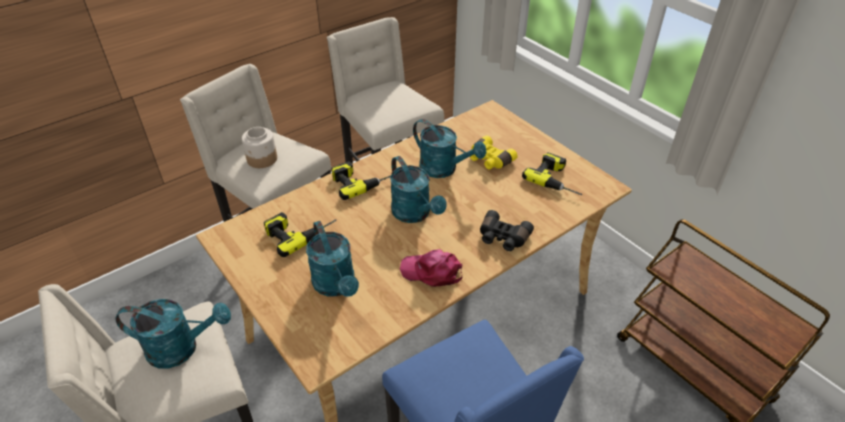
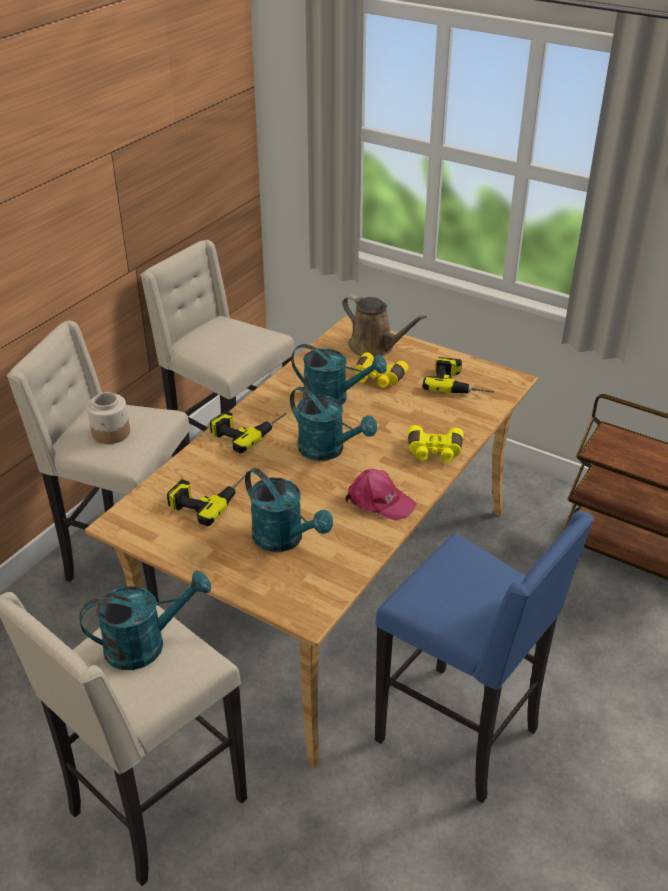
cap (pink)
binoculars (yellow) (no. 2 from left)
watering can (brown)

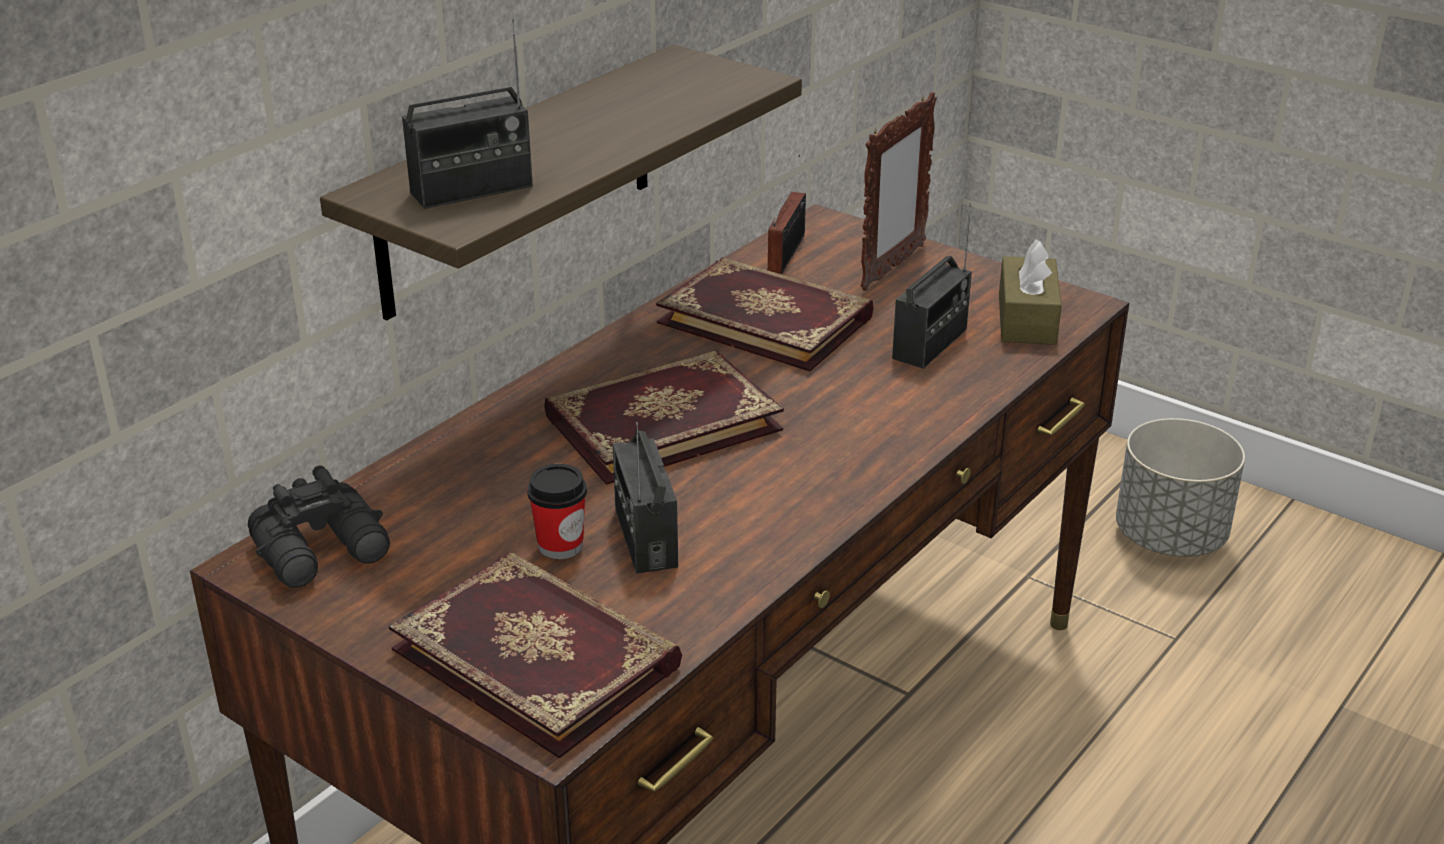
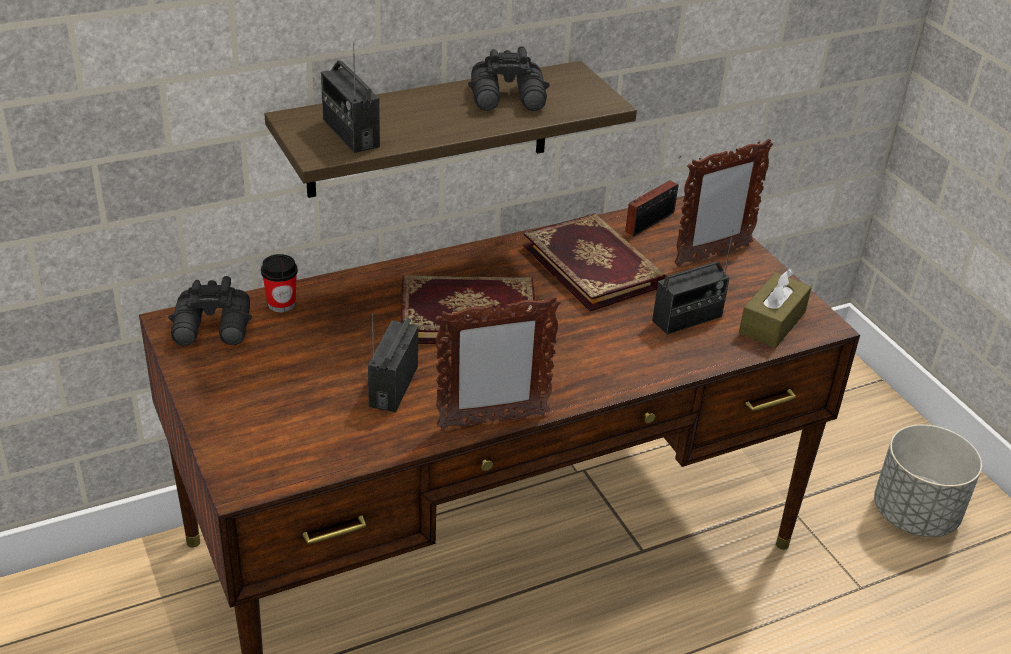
book (no. 1 from left in the first image)
radio (no. 1 from left)
cup
picture frame (no. 1 from left)
binoculars (black) (no. 2 from left)

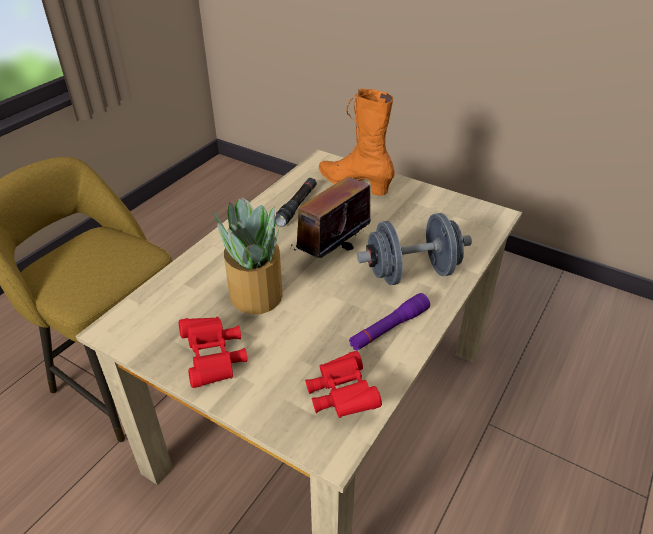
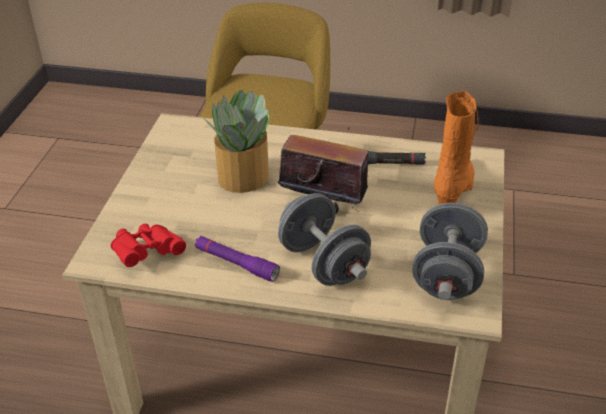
binoculars (red) (no. 1 from left in the first image)
dumbbell (grey) (no. 2 from left)

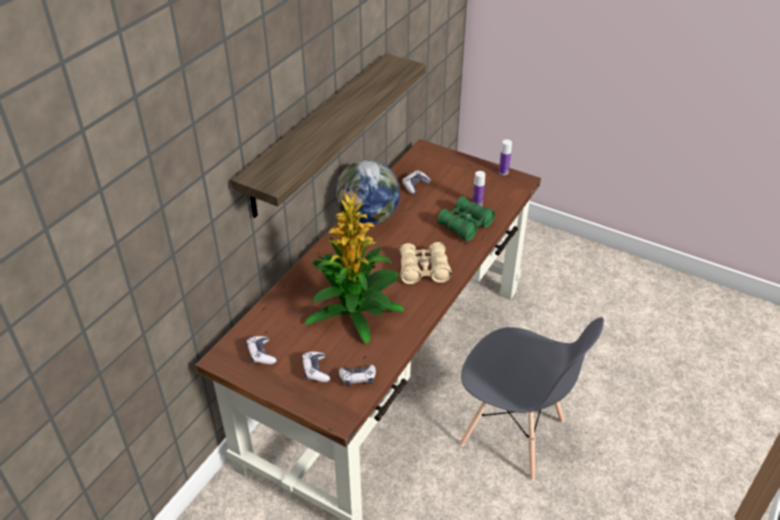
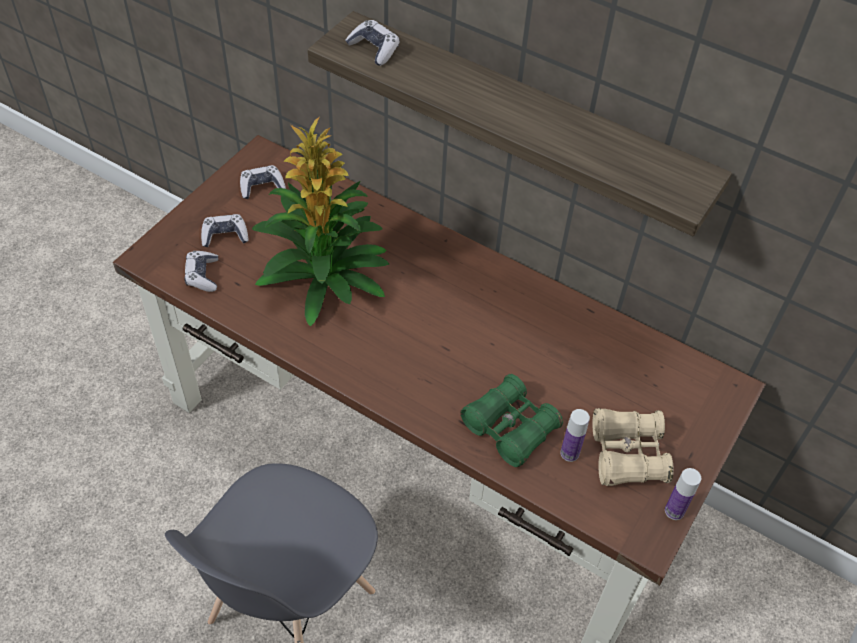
globe
binoculars (beige)
game controller (no. 4 from left)

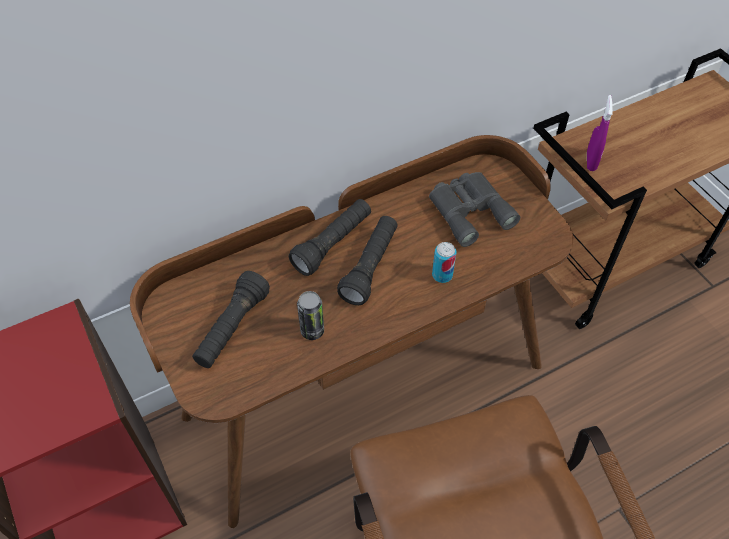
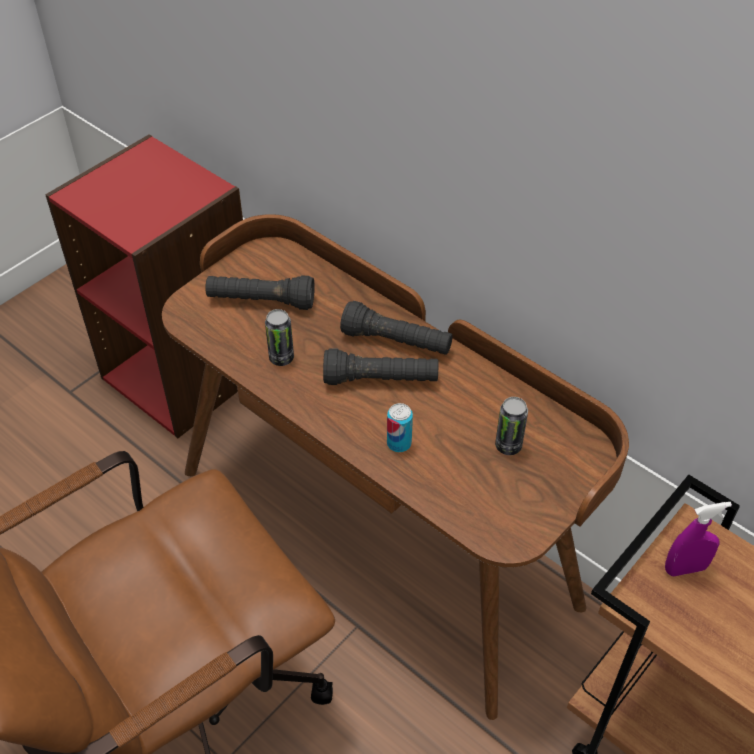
can (no. 3 from left)

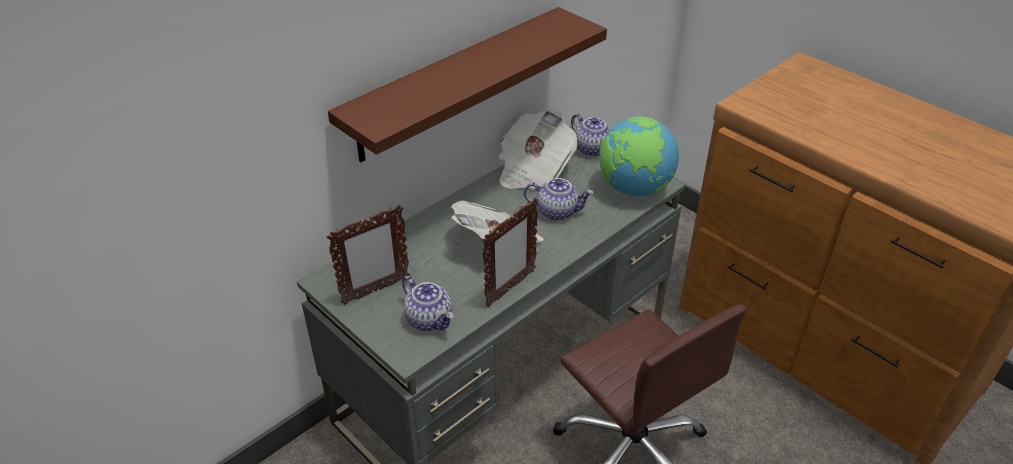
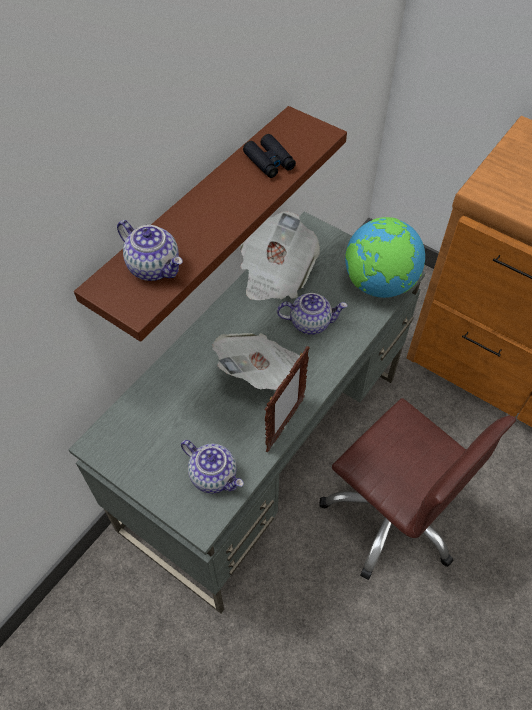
picture frame (no. 1 from left in the first image)
teapot (no. 1 from left)
binoculars (black)

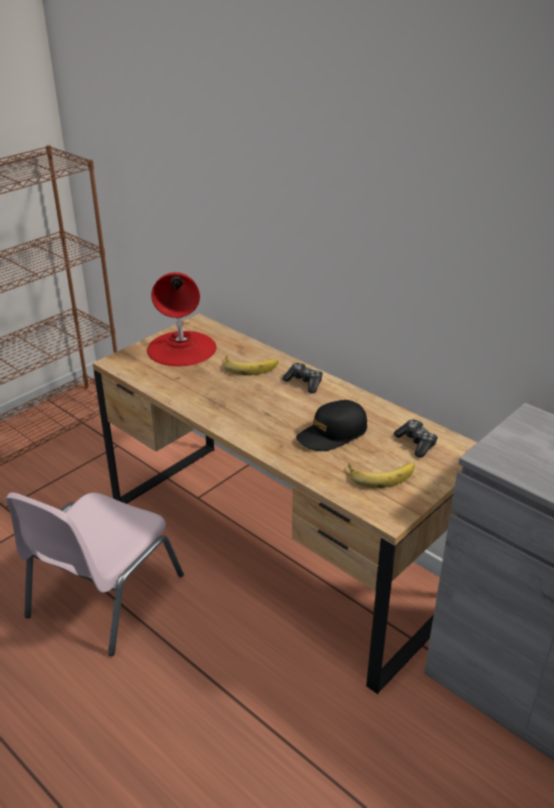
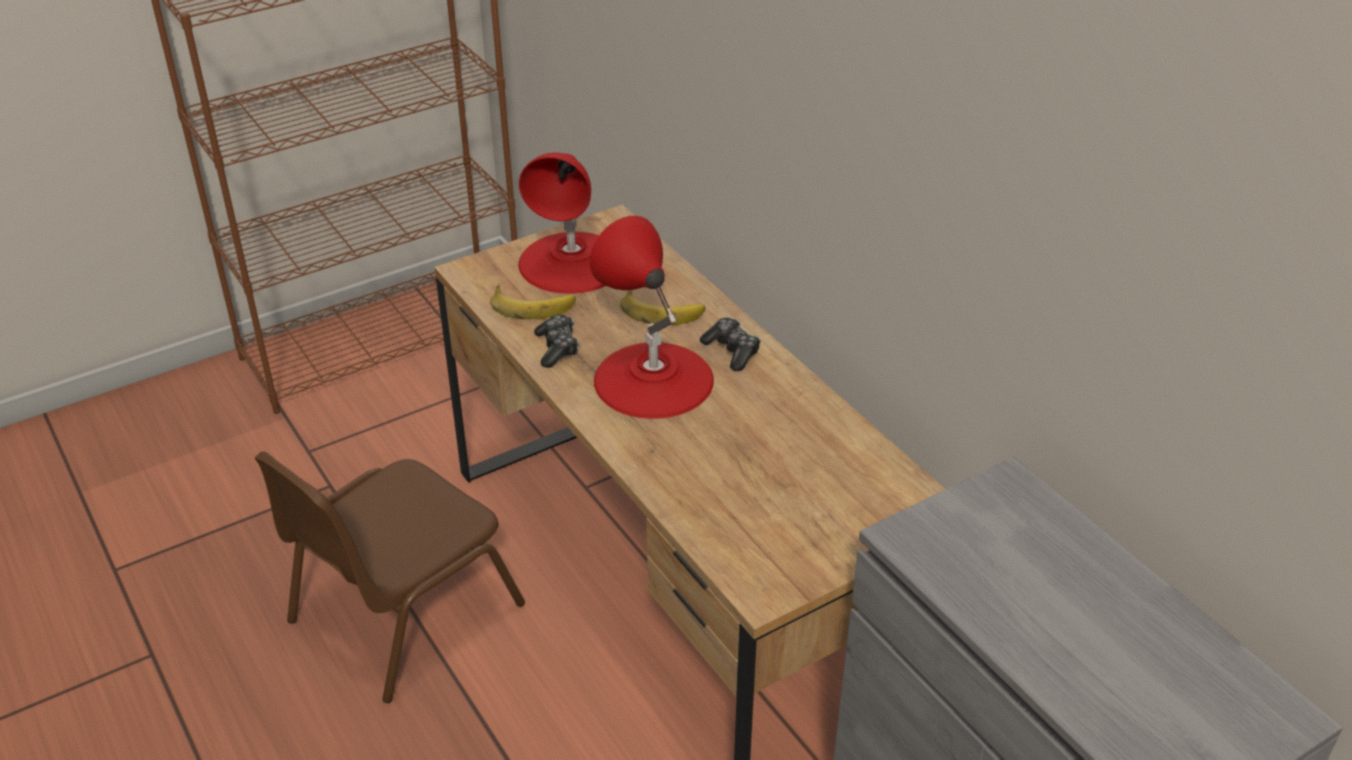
chair (brown)
cap (black)
banana (no. 1 from left)
game controller (no. 1 from left)
table lamp (red) (no. 2 from left)

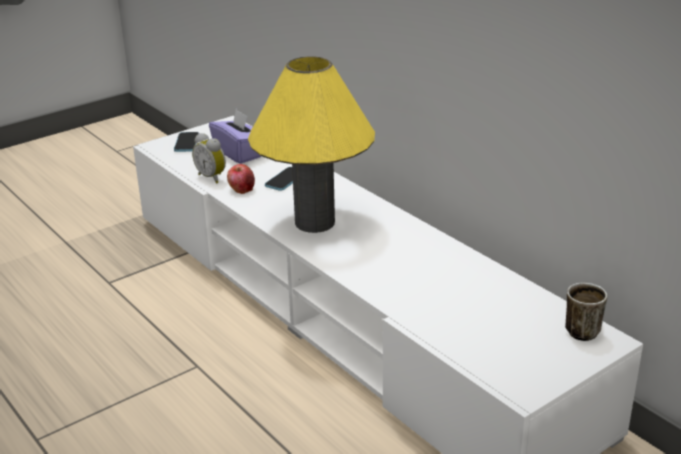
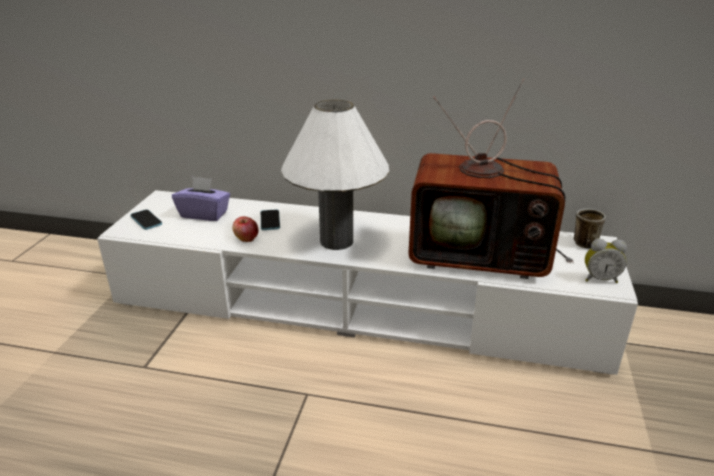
alarm clock
table lamp (white)
television

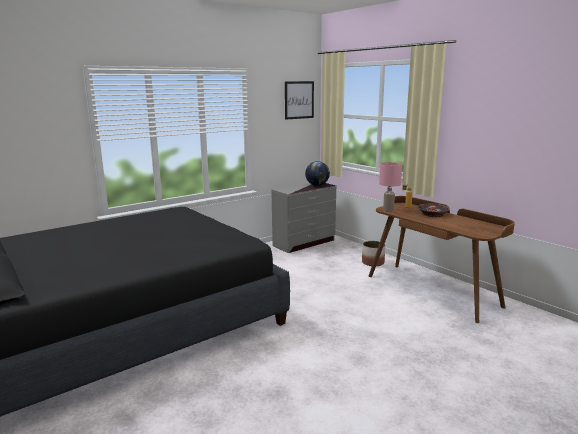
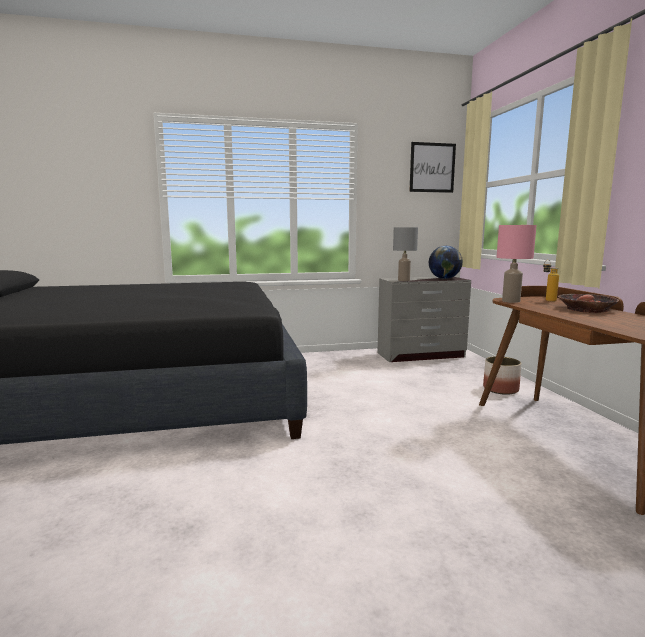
table lamp (grey)

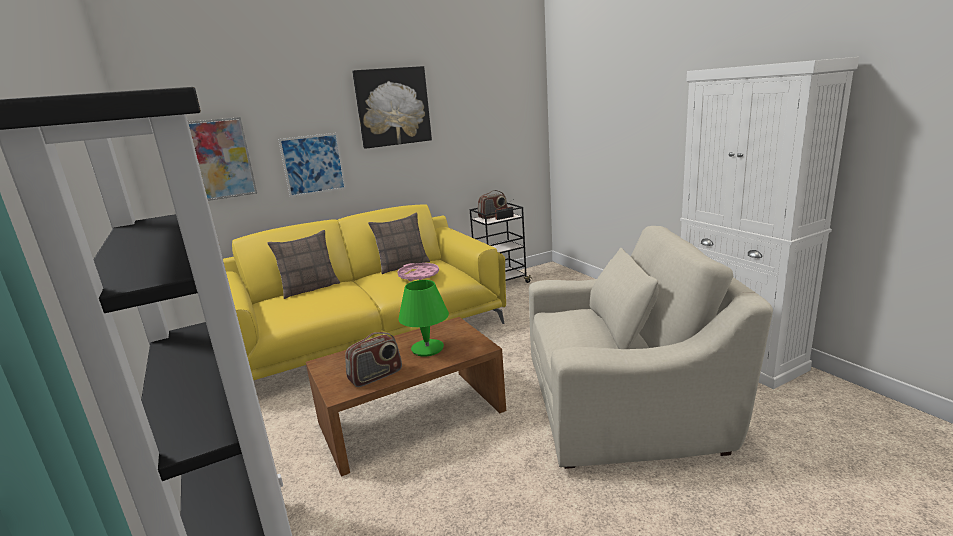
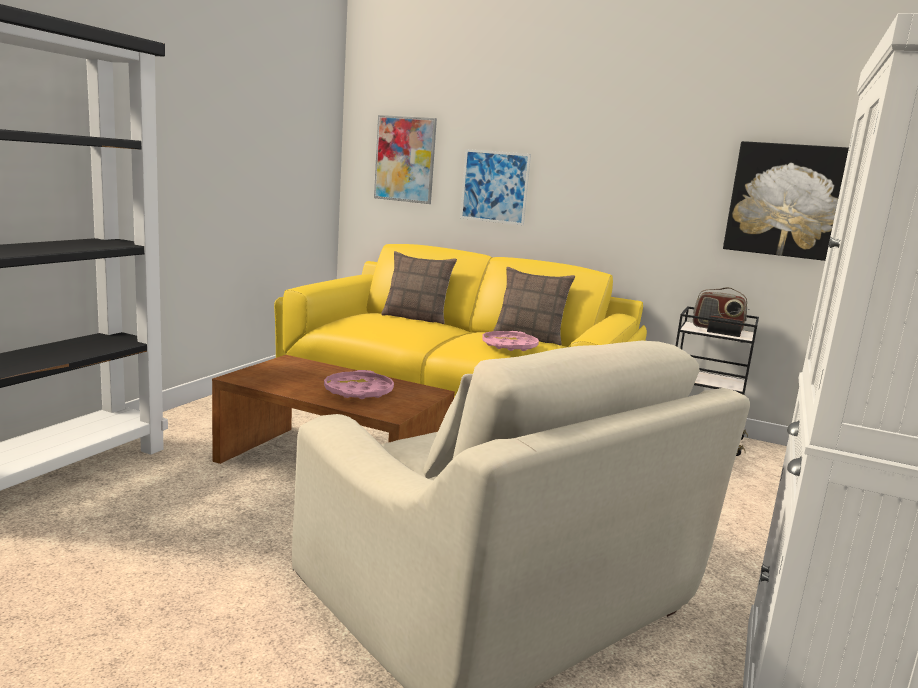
radio (no. 1 from left in the first image)
picture (no. 3 from left)
tray (pink) (no. 1 from left)

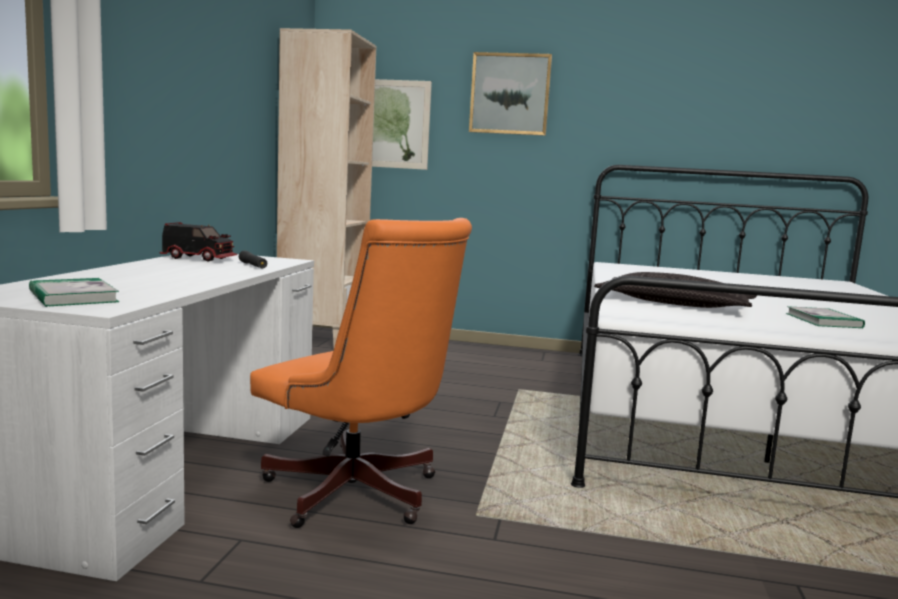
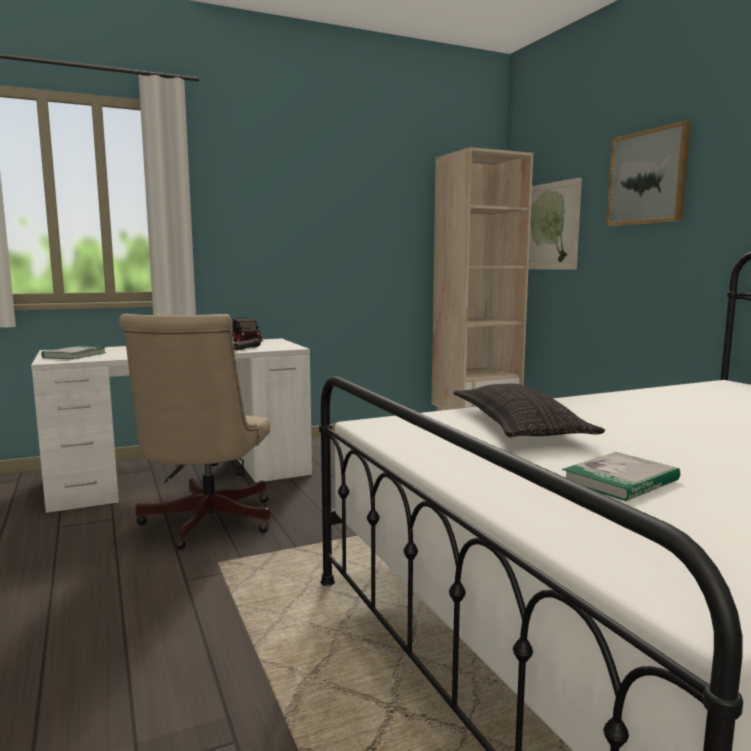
office chair (beige)

